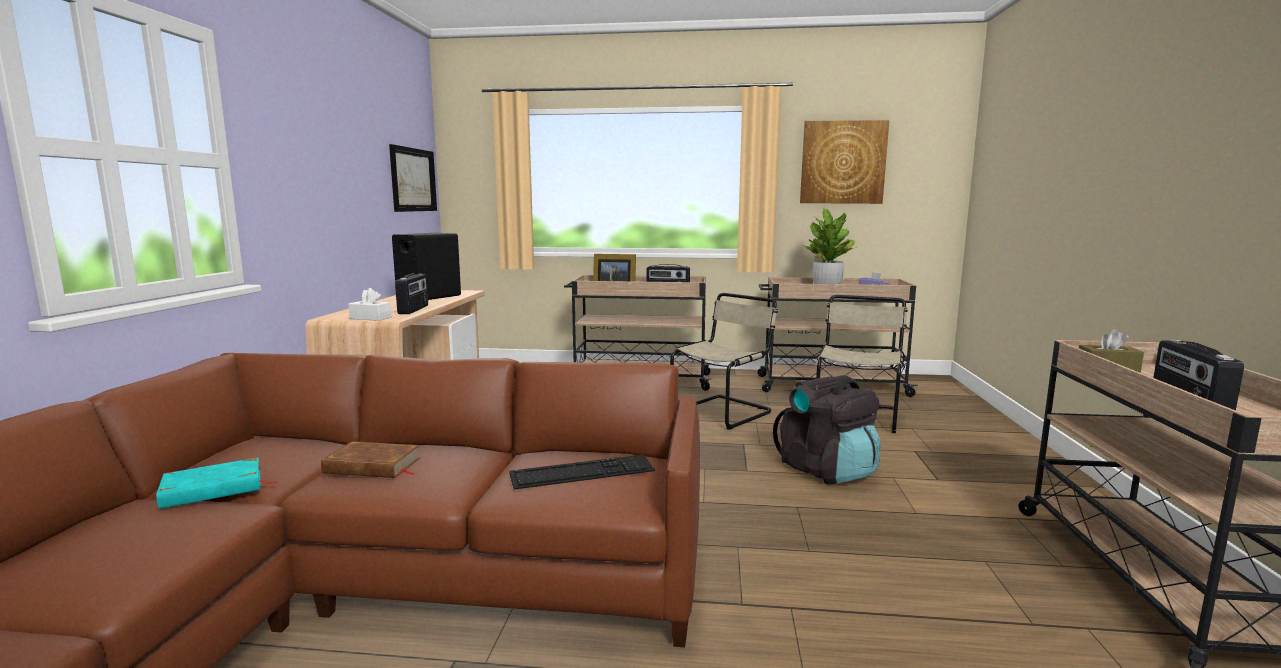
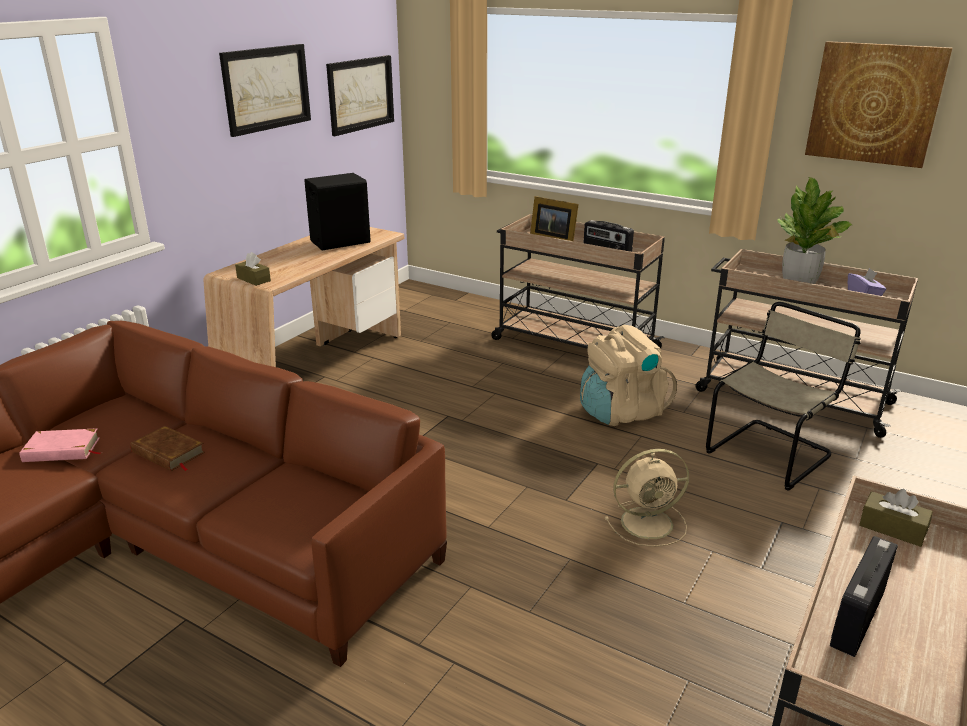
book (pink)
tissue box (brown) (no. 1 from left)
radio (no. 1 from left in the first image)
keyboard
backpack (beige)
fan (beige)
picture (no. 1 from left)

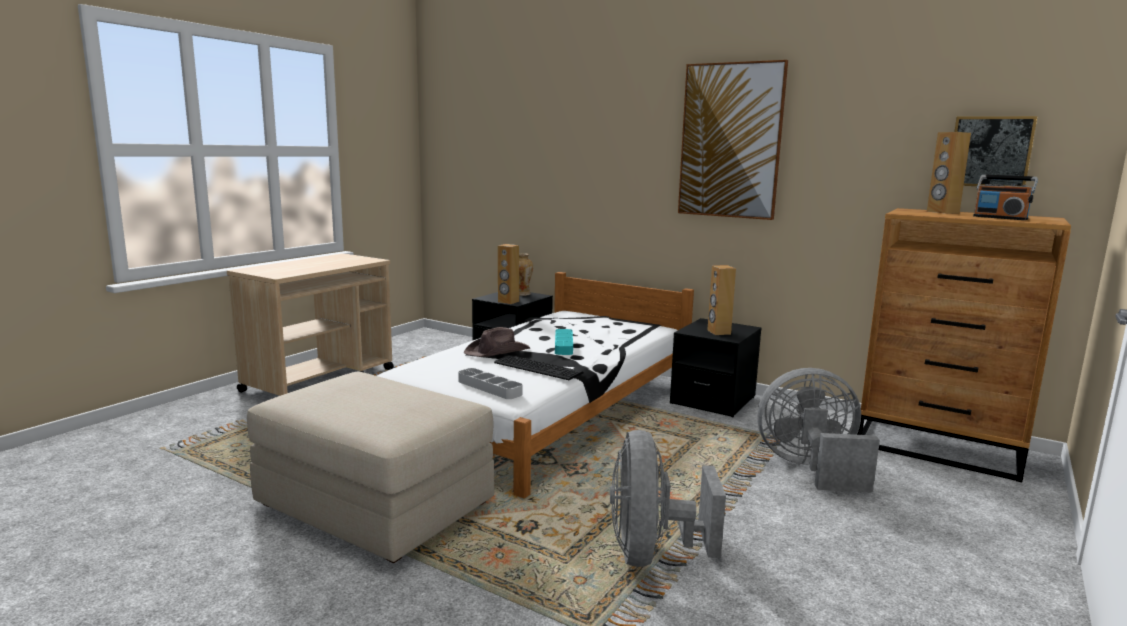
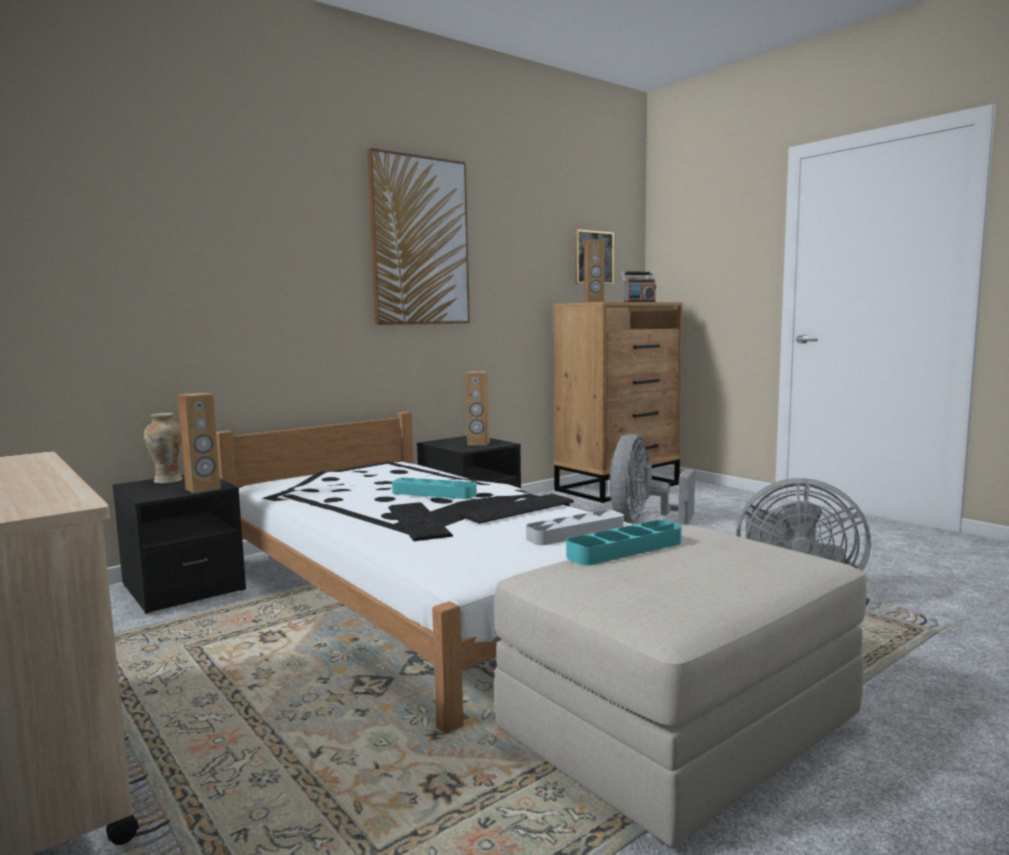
keyboard (no. 1 from left)
tray (turquoise) (no. 2 from left)

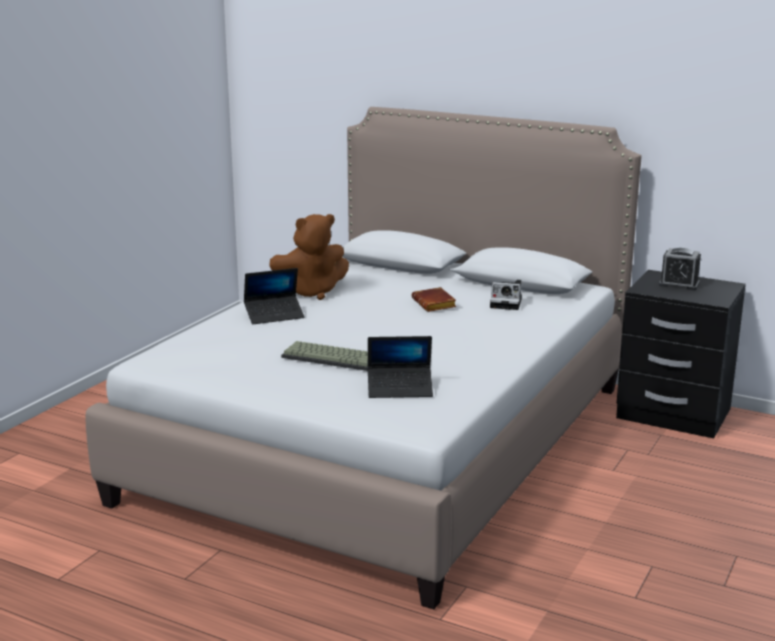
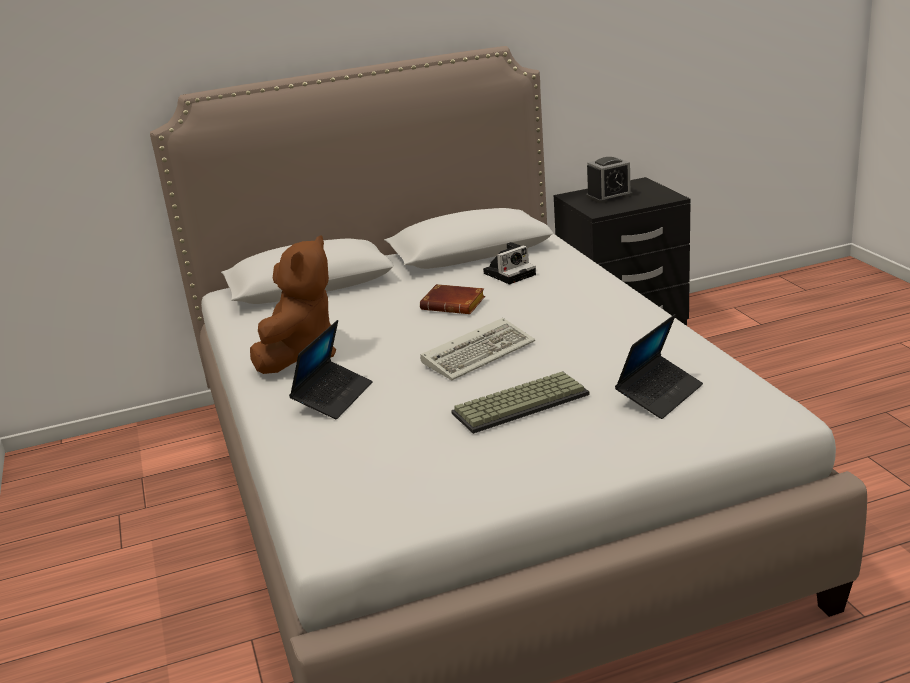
keyboard (no. 1 from left)

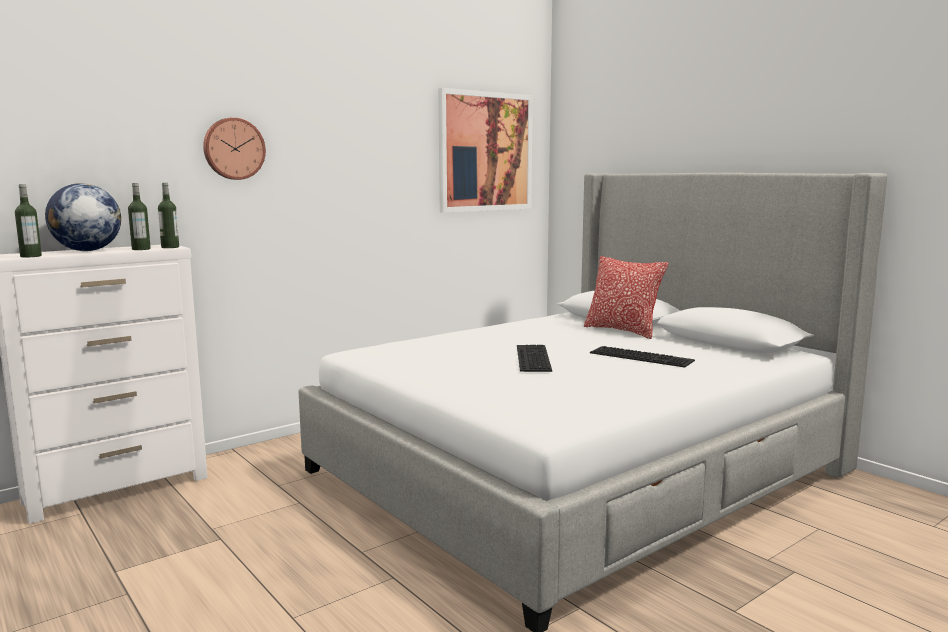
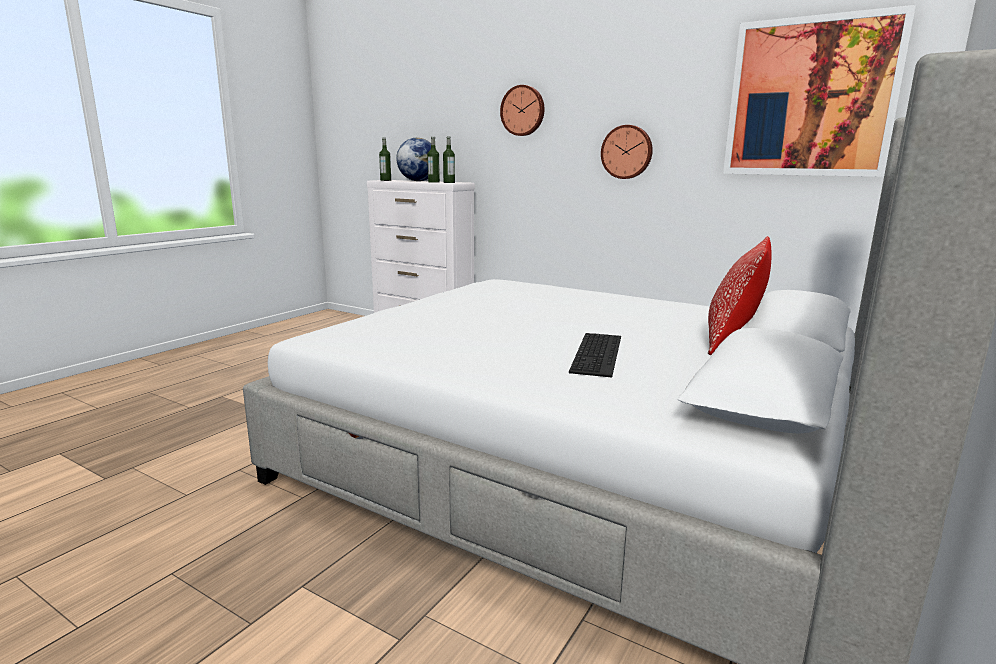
keyboard (no. 1 from left in the first image)
wall clock (no. 2 from left)

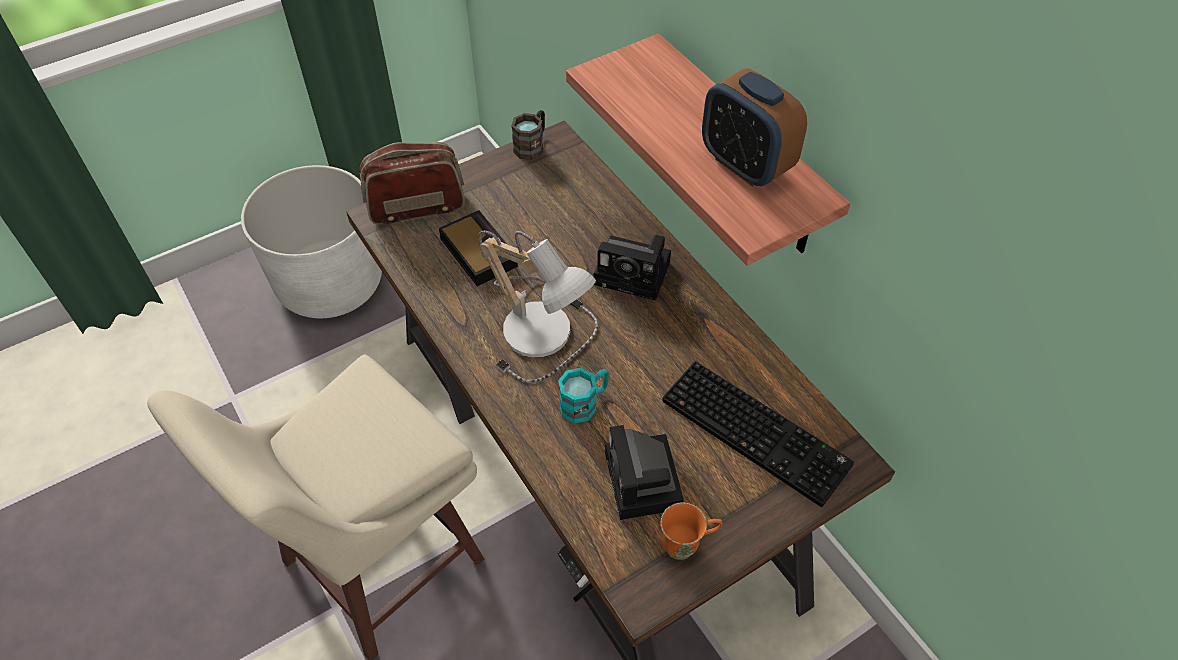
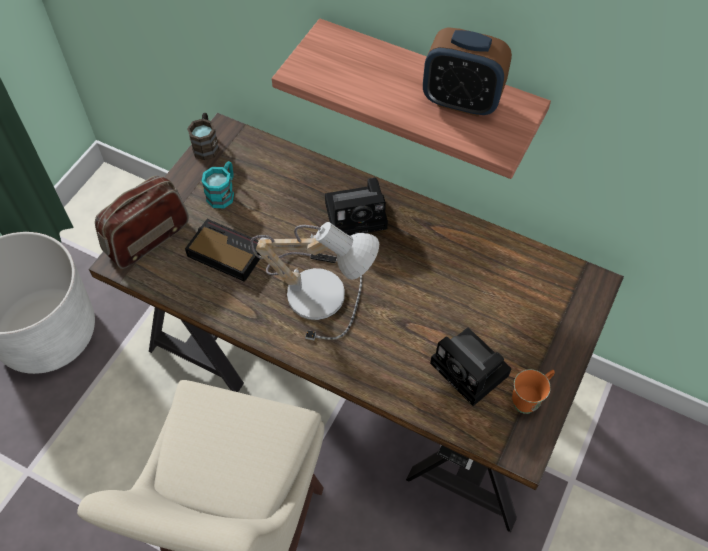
mug (turquoise)
keyboard

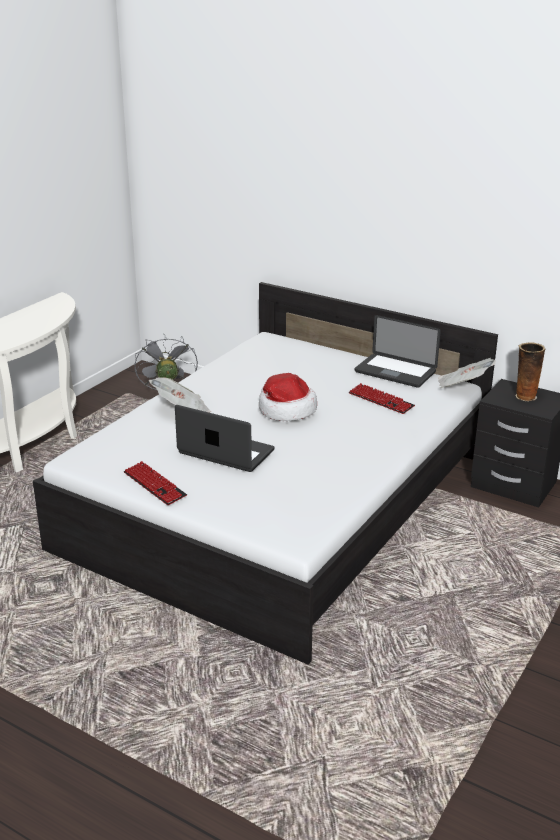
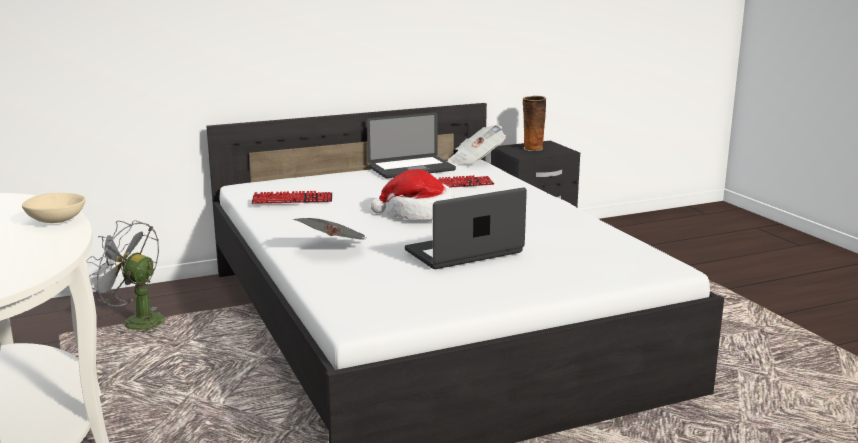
keyboard (no. 1 from left)
bowl (beige)

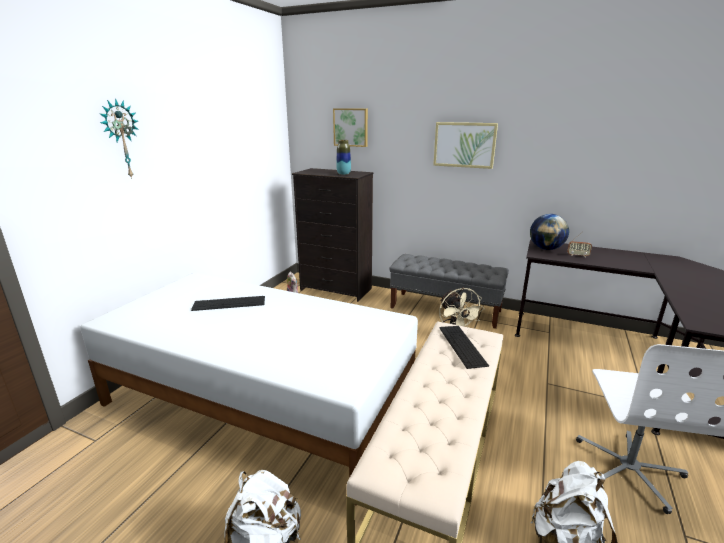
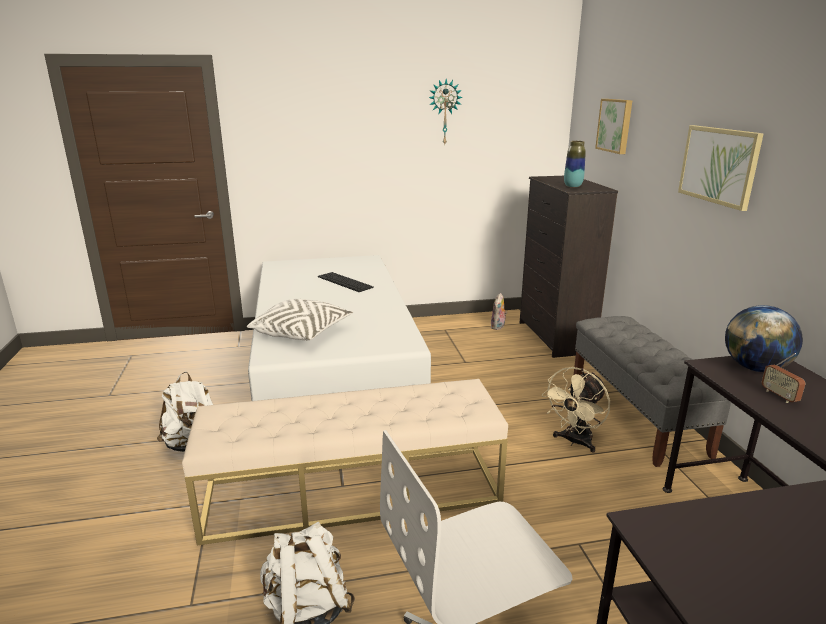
wall clock
keyboard (no. 2 from left in the first image)
pillow (white)

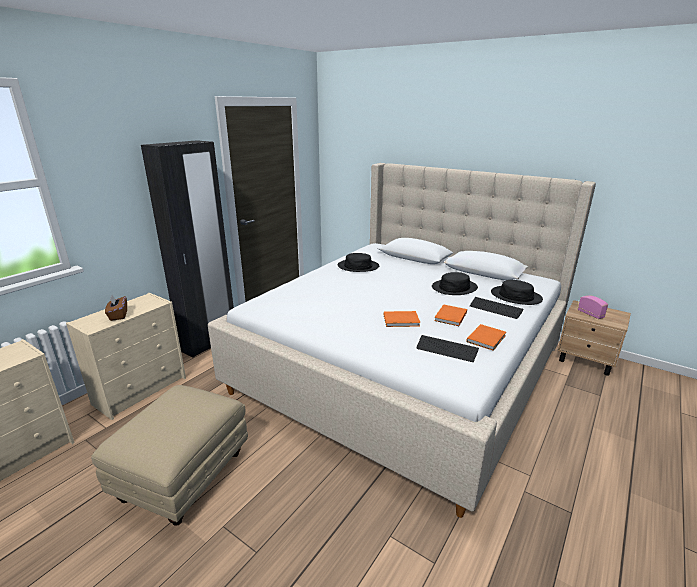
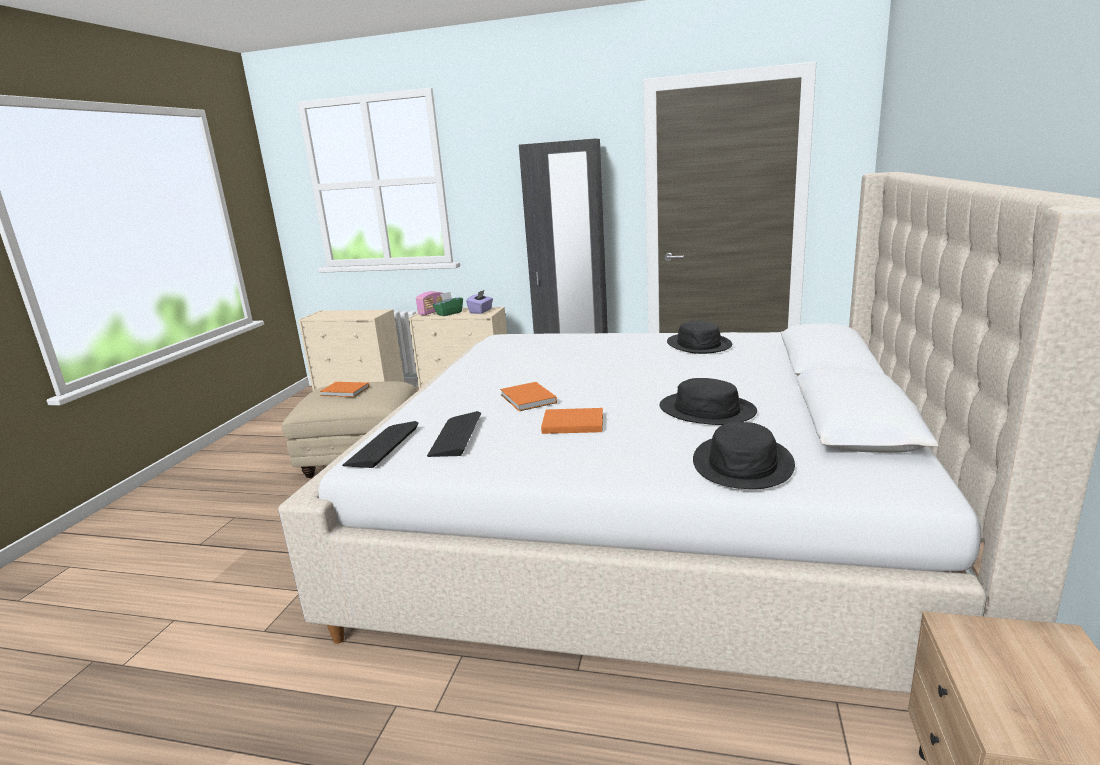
tissue box (green)
book (orange) (no. 1 from left)
keyboard (no. 1 from left)
radio
tissue box (purple)

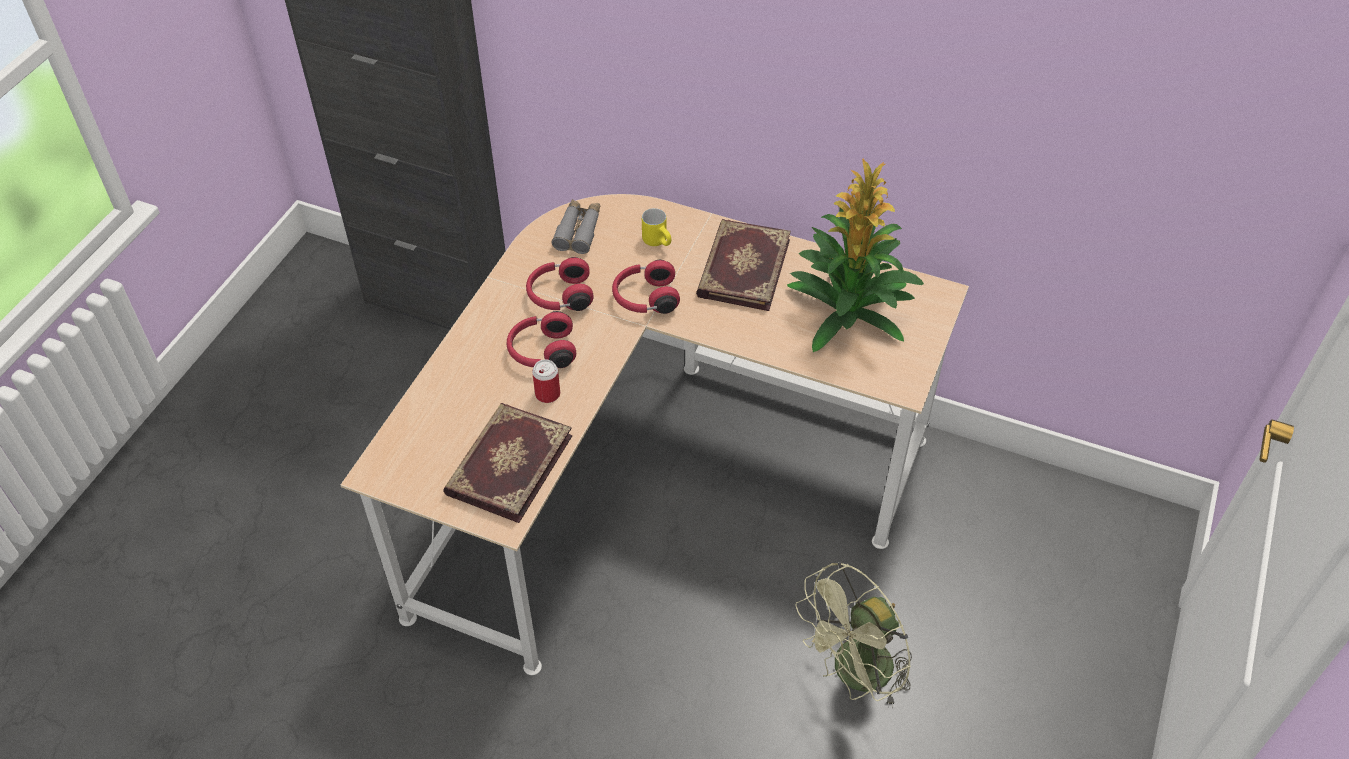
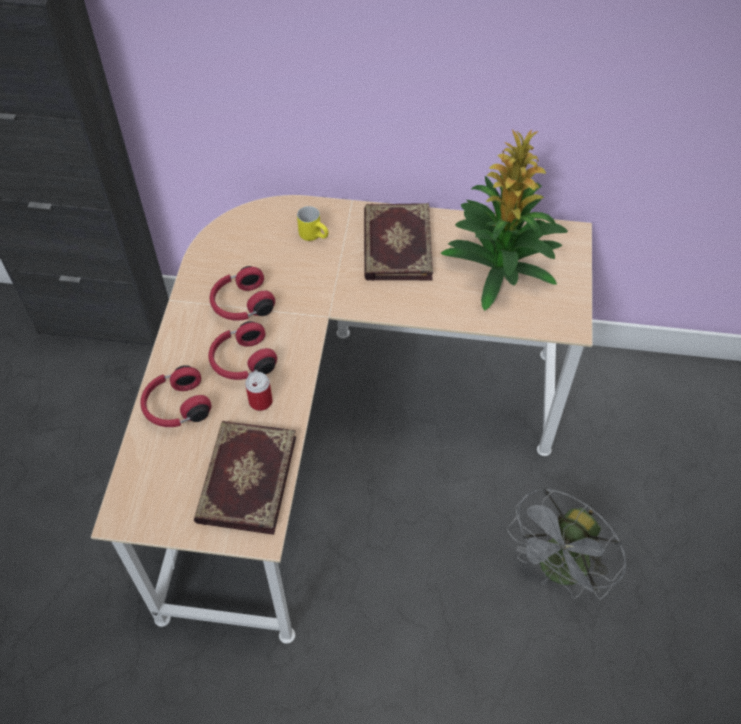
binoculars (grey)
headphones (red) (no. 1 from left)
fan (grey)

